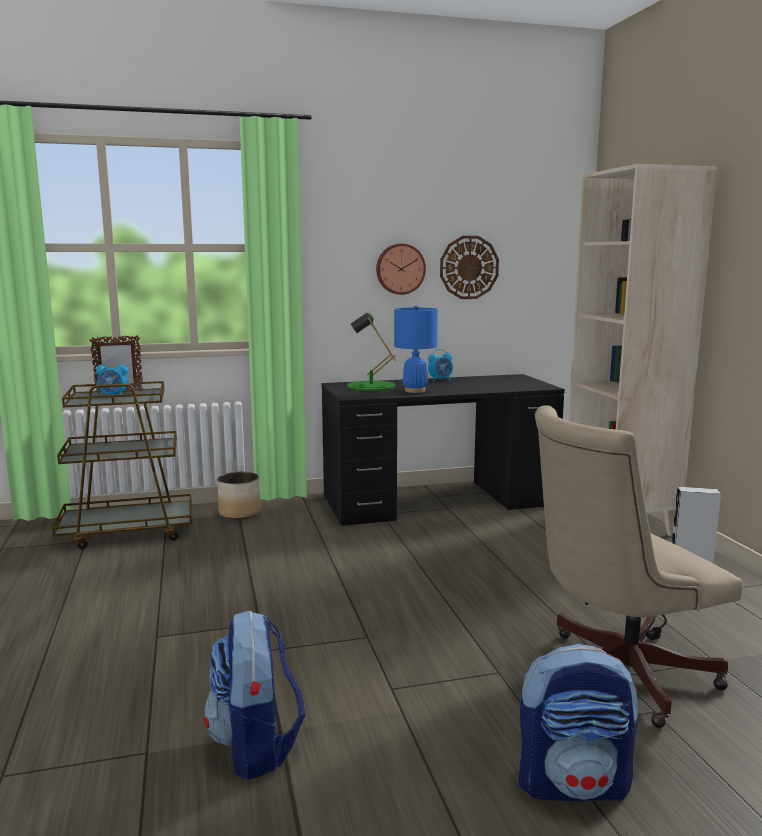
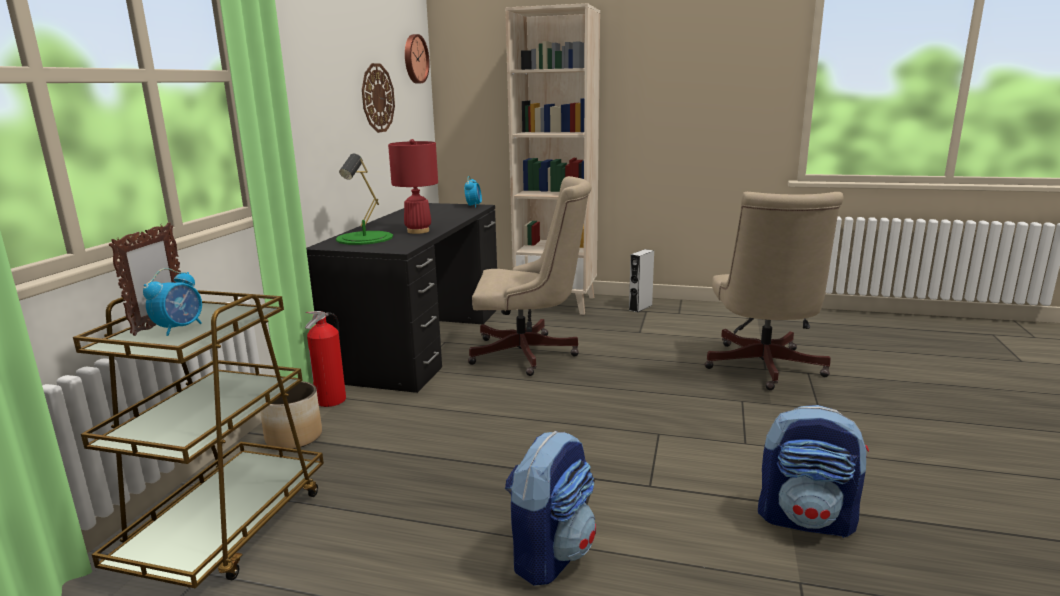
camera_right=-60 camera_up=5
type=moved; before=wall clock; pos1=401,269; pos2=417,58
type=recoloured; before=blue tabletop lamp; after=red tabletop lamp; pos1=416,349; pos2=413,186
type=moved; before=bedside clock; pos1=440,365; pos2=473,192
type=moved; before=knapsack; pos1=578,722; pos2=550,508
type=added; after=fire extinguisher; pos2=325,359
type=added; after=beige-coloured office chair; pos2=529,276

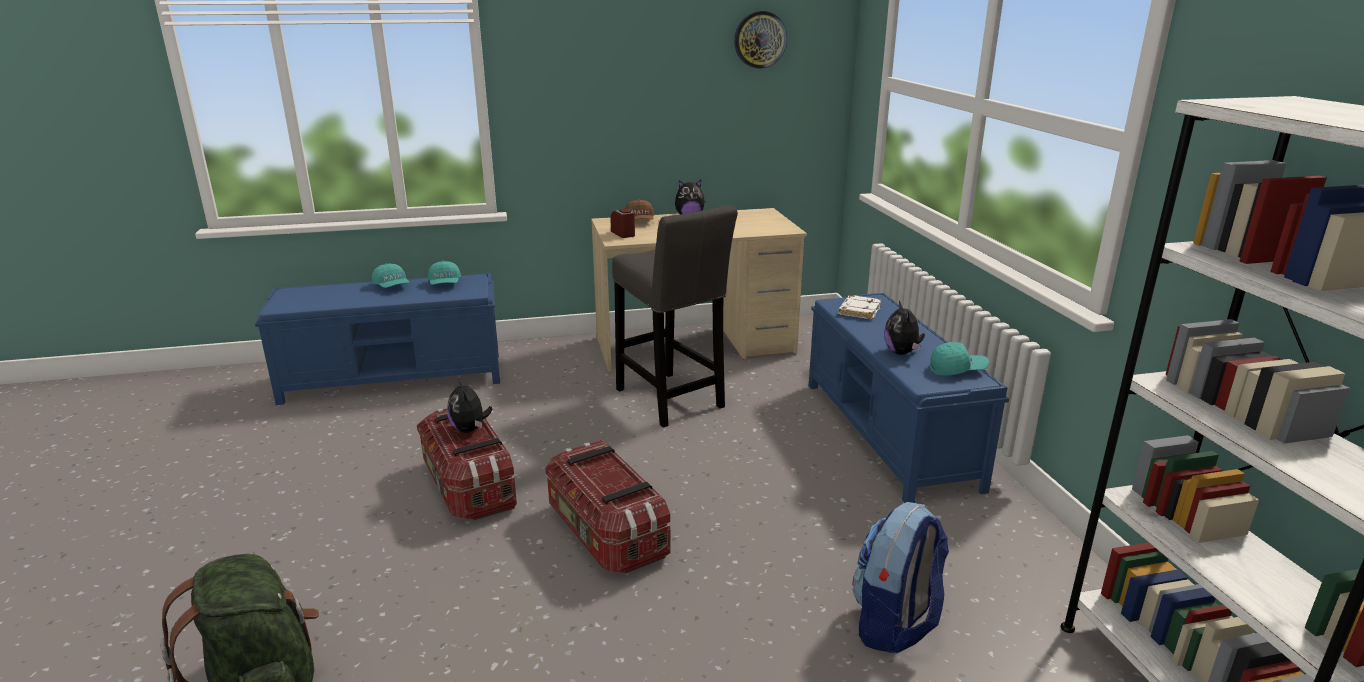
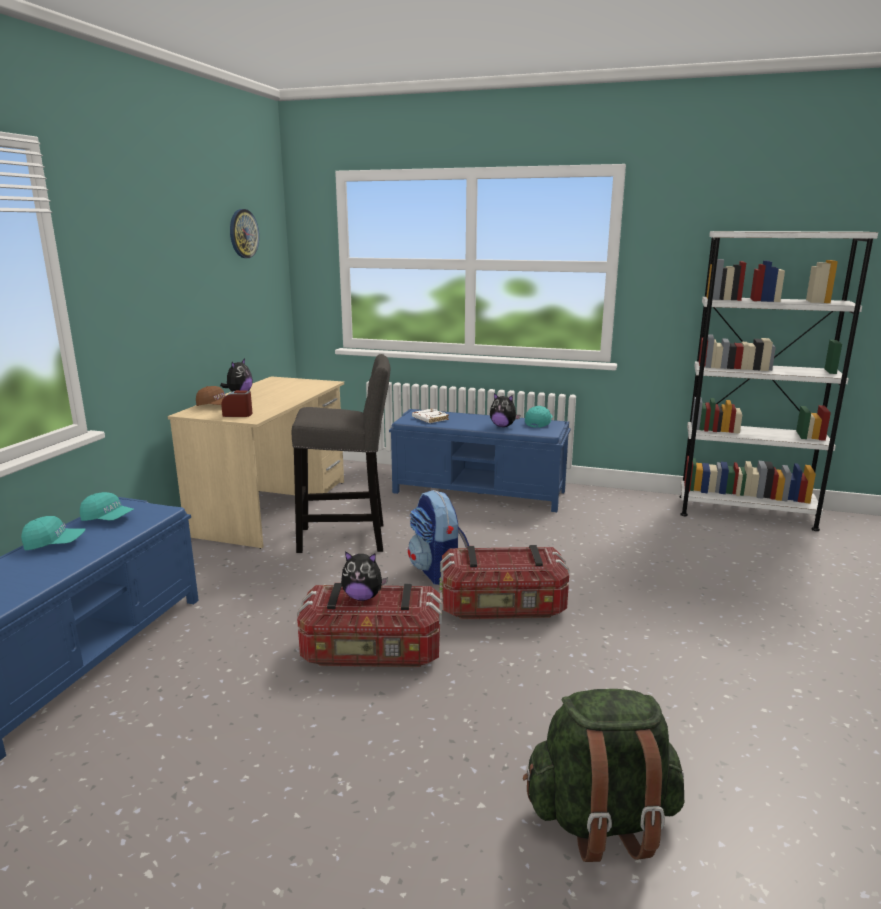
camera_right=-60 camera_up=-5
type=moved; before=knapsack; pos1=900,577; pos2=438,537

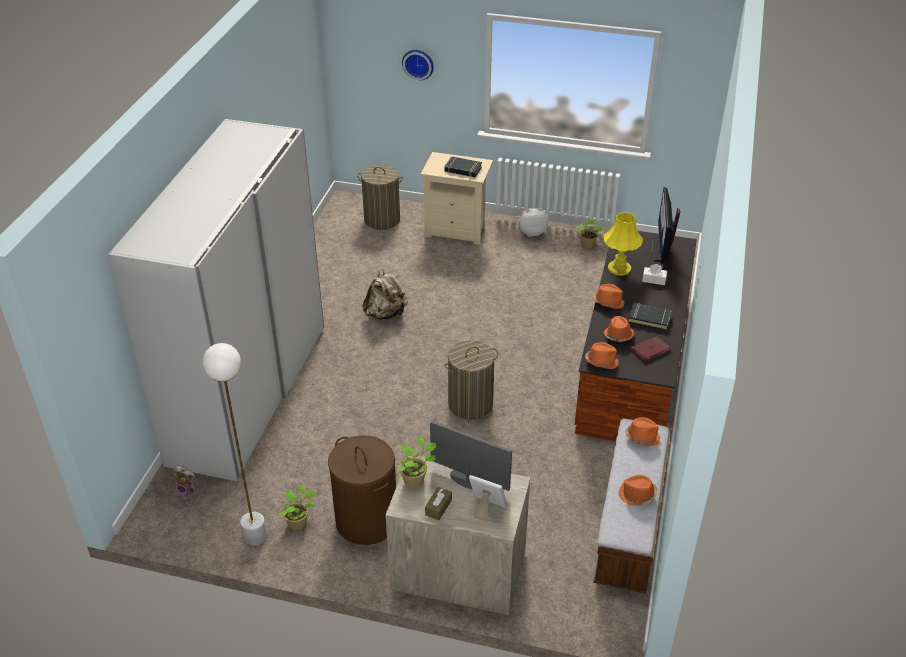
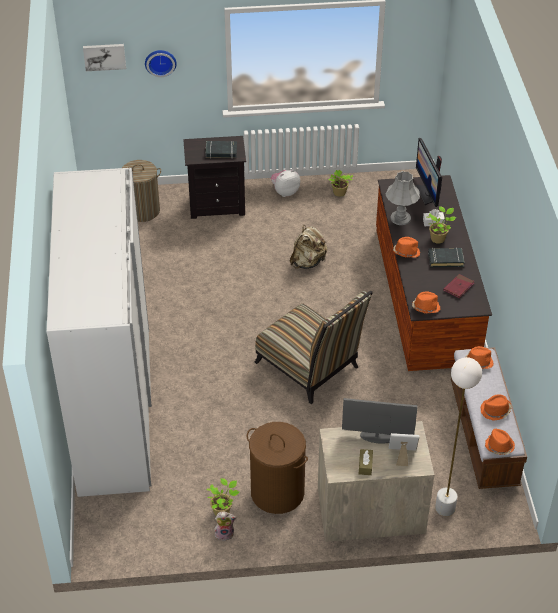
camera_right=-20 camera_up=5
type=moved; before=plush toy; pos1=184,482; pos2=226,526
type=moved; before=white-coloured standard lamp; pos1=234,444; pos2=458,436
type=moved; before=beige-coloured knapsack; pos1=385,294; pos2=308,247
type=moved; before=plant in a pot; pos1=416,462; pos2=441,225
type=recoloured; before=beige-coloured nightstand; after=blackish nightstand; pos1=457,198; pos2=214,177
type=replaced; before=washing basket; after=chair; pos1=471,379; pos2=314,347
type=recoloured; before=yellowish tabletop lamp; after=gray tabletop lamp; pos1=623,244; pos2=402,198
type=moved; before=orangey hat; pos1=619,329; pos2=500,442
type=added; after=wall art; pos2=104,57

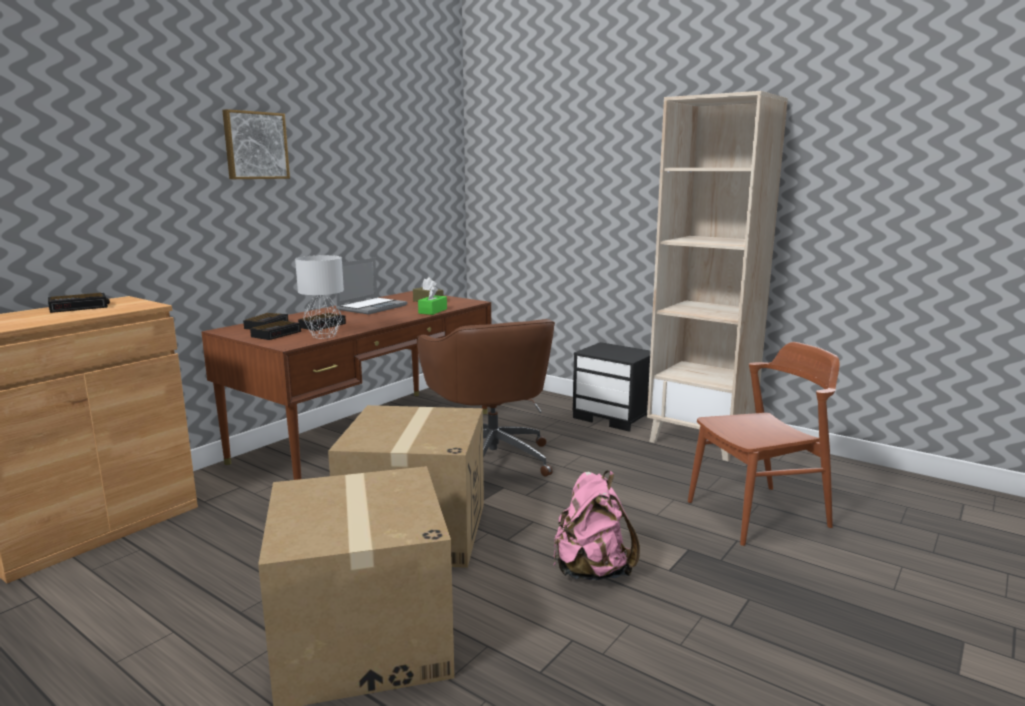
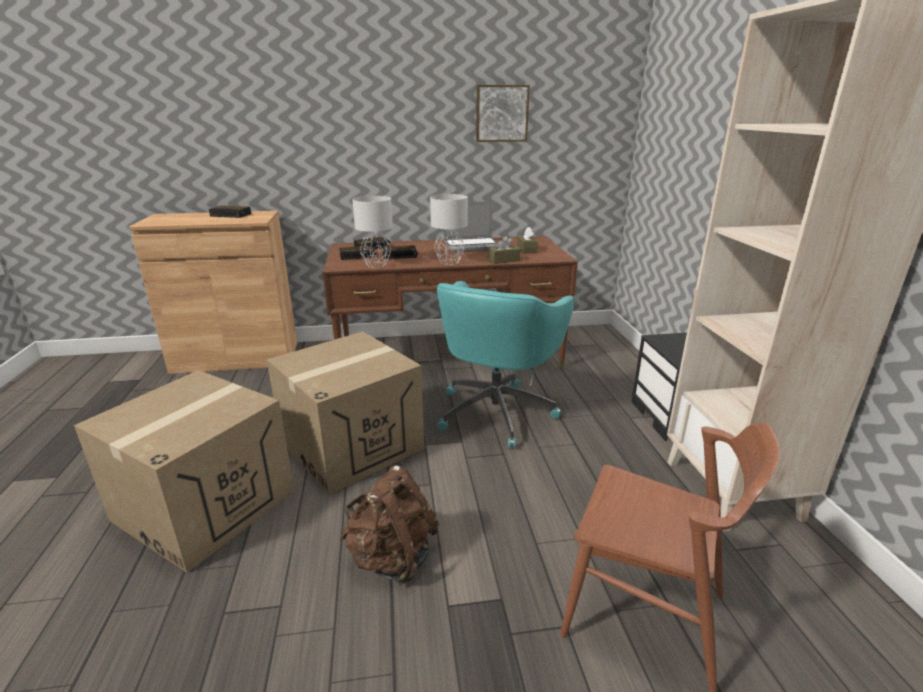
camera_right=45 camera_up=10
type=moved; before=wall art; pos1=256,144; pos2=503,113
type=recoloured; before=brown-coloured office chair; after=turquoise office chair; pos1=486,398; pos2=505,365
type=recoloured; before=greenish box of tissues; after=brown-coloured box of tissues; pos1=432,300; pos2=504,250
type=recoloured; before=pink knapsack; after=brown-coloured knapsack; pos1=597,525; pos2=389,525
type=added; after=gray tabletop lamp; pos2=449,229

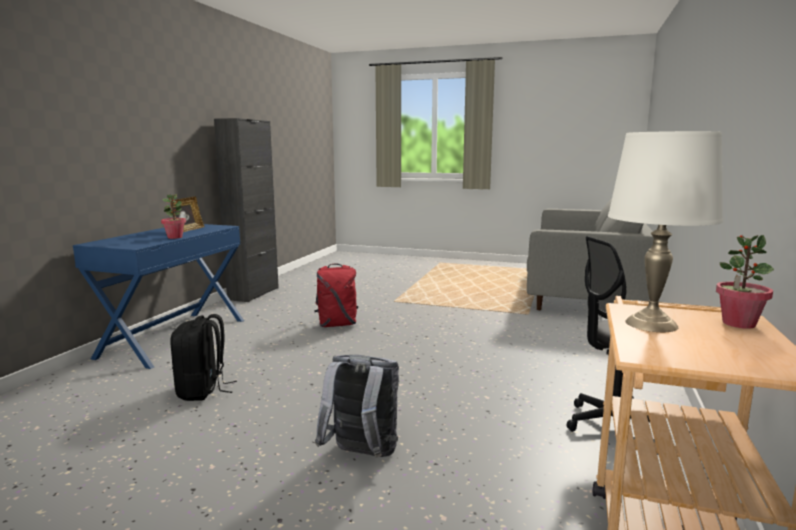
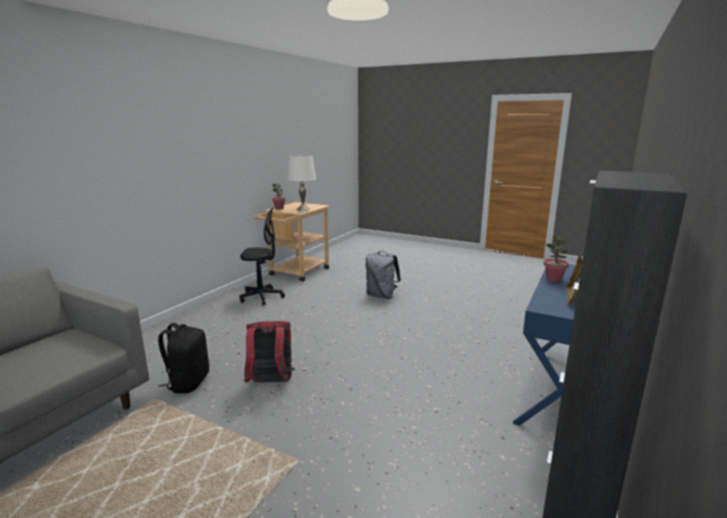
camera_right=-170 camera_up=5
type=moved; before=blackish knapsack; pos1=203,357; pos2=183,358
type=moved; before=red knapsack; pos1=337,295; pos2=269,352

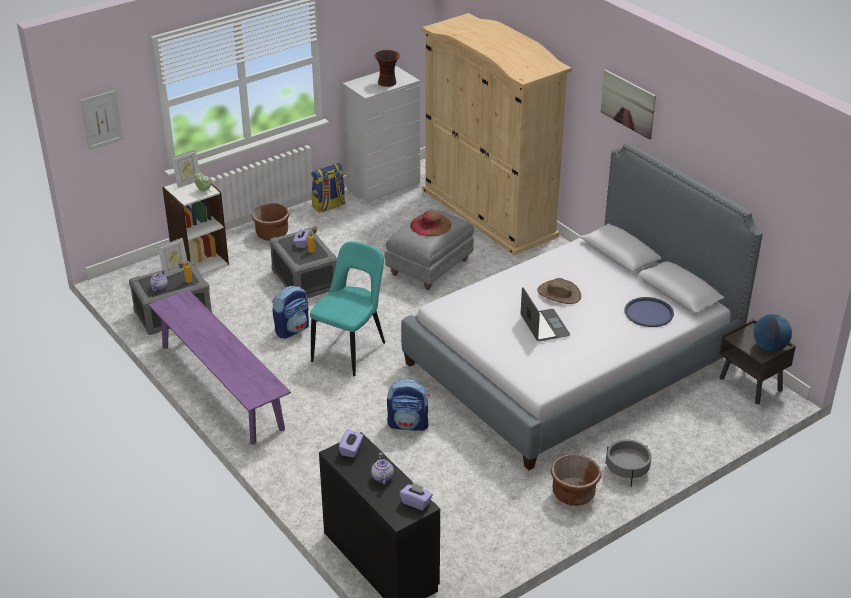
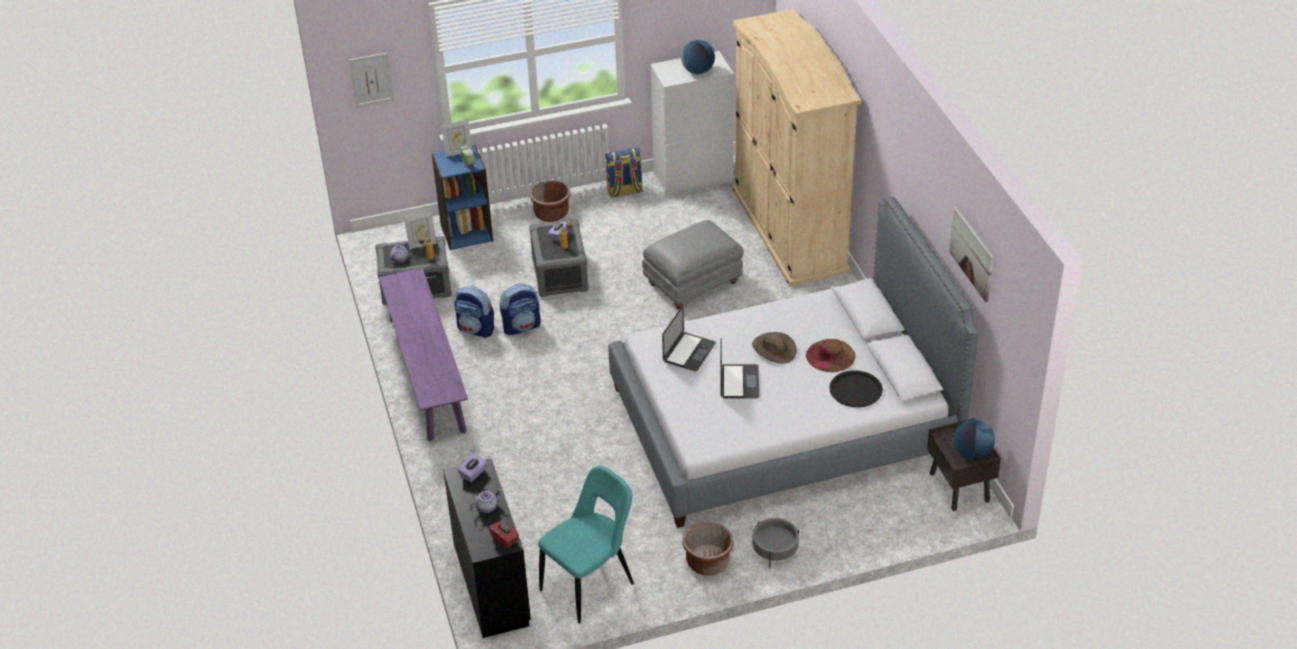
camera_right=20 camera_up=5
type=recoloured; before=white-coloured bookcase; after=blue bookcase; pos1=195,229; pos2=462,197
type=moved; before=turquoise chair; pos1=347,308; pos2=586,544
type=turned; before=teapot; pos1=382,469; pos2=486,501; turn=45
type=replaced; before=decorative vase; after=globe; pos1=387,68; pos2=698,57
type=moved; before=knapsack; pos1=408,405; pos2=474,312
type=recoloured; before=purplish box of tissues; after=red box of tissues; pos1=416,497; pos2=503,534
type=moved; before=brown-coloured hat; pos1=430,223; pos2=830,355
type=moved; before=wall art; pos1=628,105; pos2=971,254
type=recoloured; before=blue tray; after=blackish tray; pos1=649,312; pos2=856,388
type=added; after=laptop; pos2=689,338

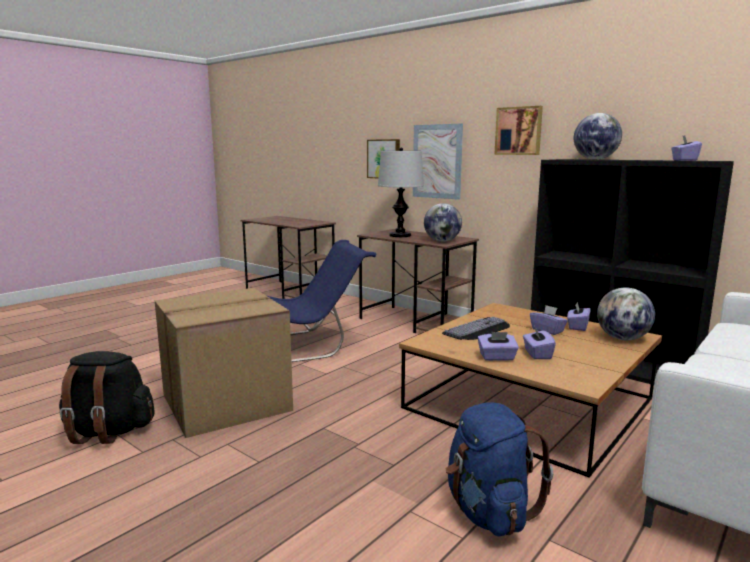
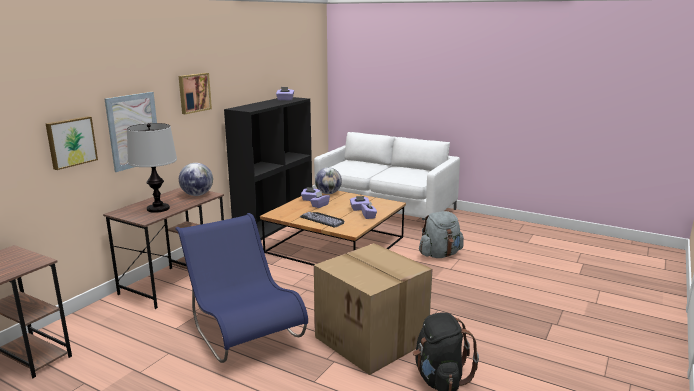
camera_right=-100 camera_up=5
type=recoloured; before=blue knapsack; after=gray knapsack; pos1=499,470; pos2=441,234
type=removed; before=globe; pos1=598,136

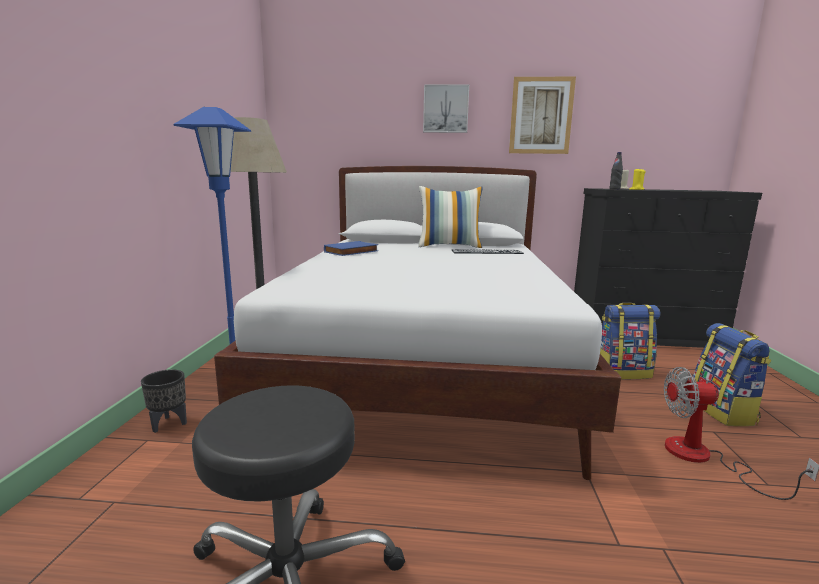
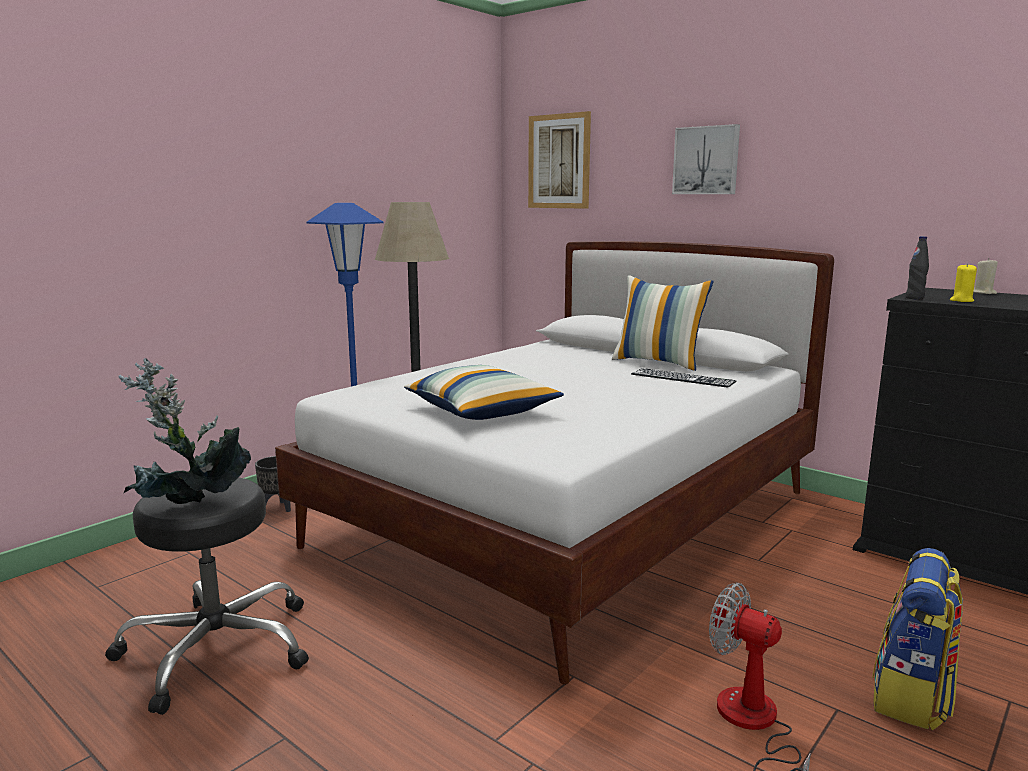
camera_right=35 camera_up=0
type=removed; before=blue bound book; pos1=351,248
type=moved; before=wall art; pos1=542,115; pos2=559,160
type=removed; before=knapsack; pos1=630,341
type=added; after=plant in a pot; pos2=185,431
type=added; after=pillow; pos2=484,392

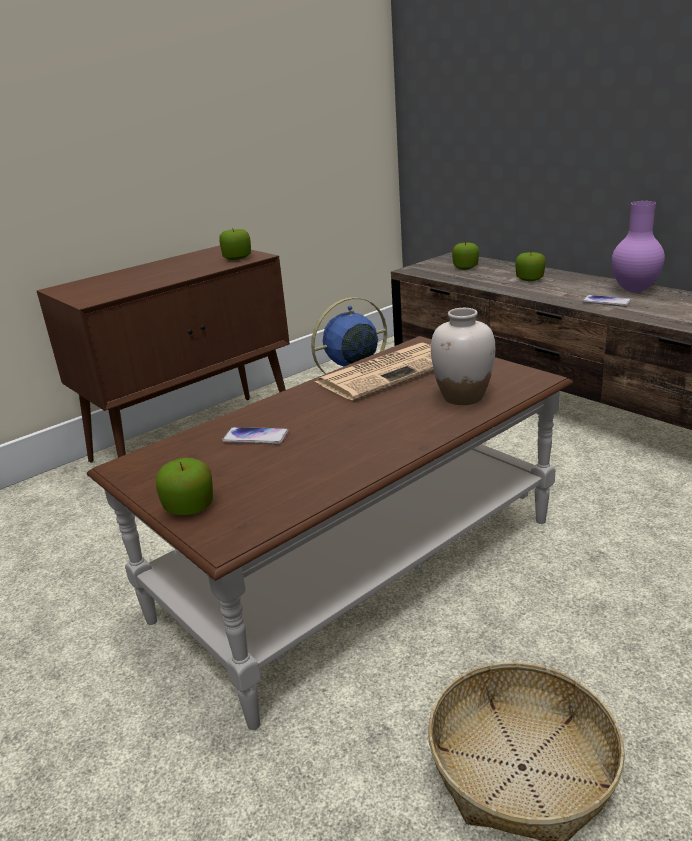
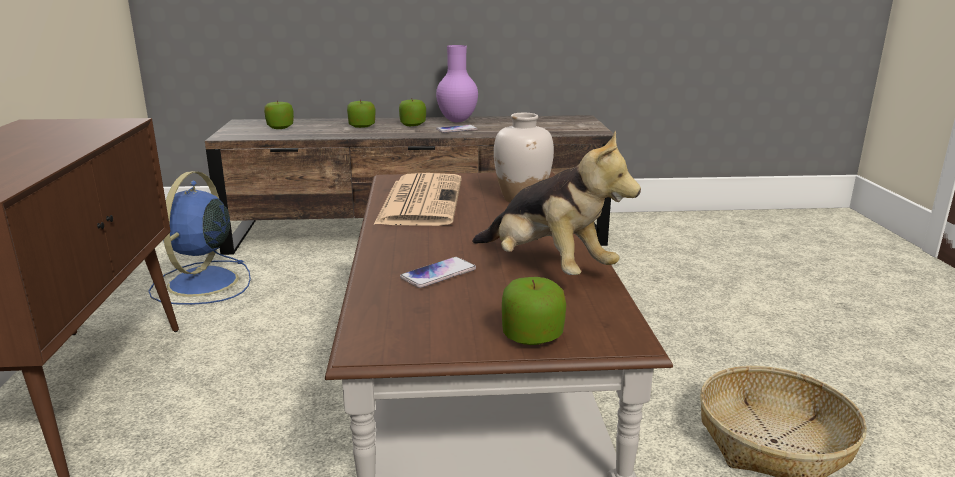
camera_right=-55 camera_up=-5
type=moved; before=apple fruit; pos1=235,244; pos2=412,112
type=added; after=plush toy; pos2=556,203

